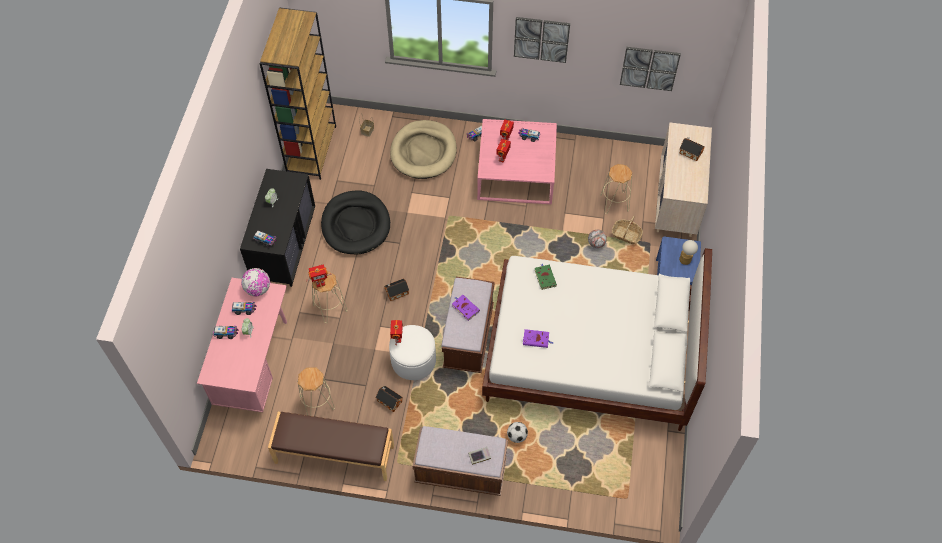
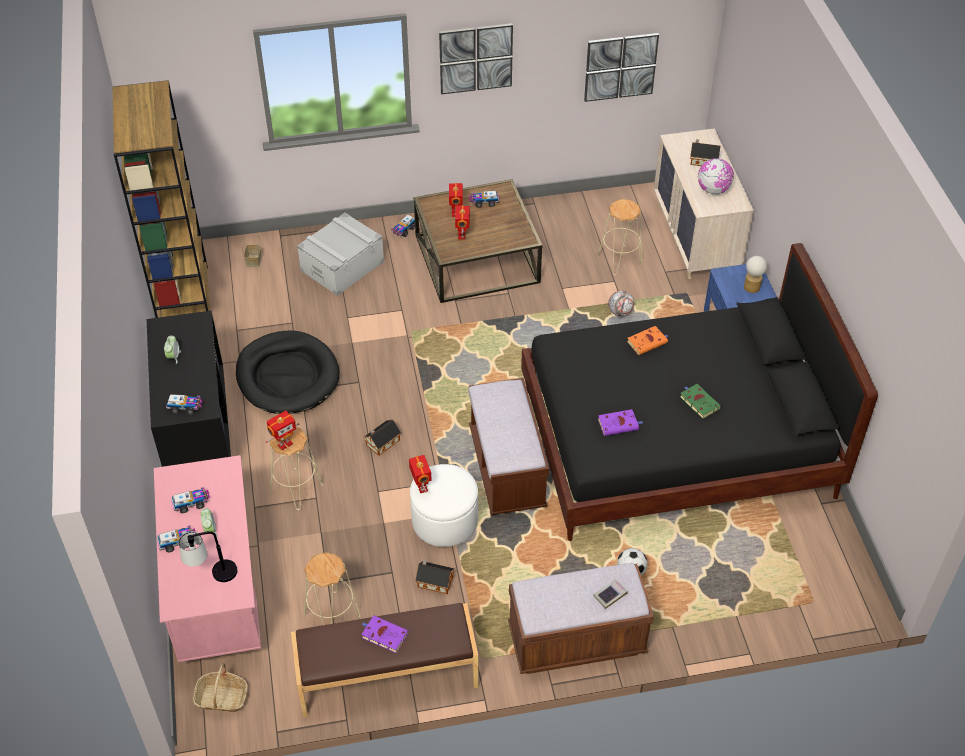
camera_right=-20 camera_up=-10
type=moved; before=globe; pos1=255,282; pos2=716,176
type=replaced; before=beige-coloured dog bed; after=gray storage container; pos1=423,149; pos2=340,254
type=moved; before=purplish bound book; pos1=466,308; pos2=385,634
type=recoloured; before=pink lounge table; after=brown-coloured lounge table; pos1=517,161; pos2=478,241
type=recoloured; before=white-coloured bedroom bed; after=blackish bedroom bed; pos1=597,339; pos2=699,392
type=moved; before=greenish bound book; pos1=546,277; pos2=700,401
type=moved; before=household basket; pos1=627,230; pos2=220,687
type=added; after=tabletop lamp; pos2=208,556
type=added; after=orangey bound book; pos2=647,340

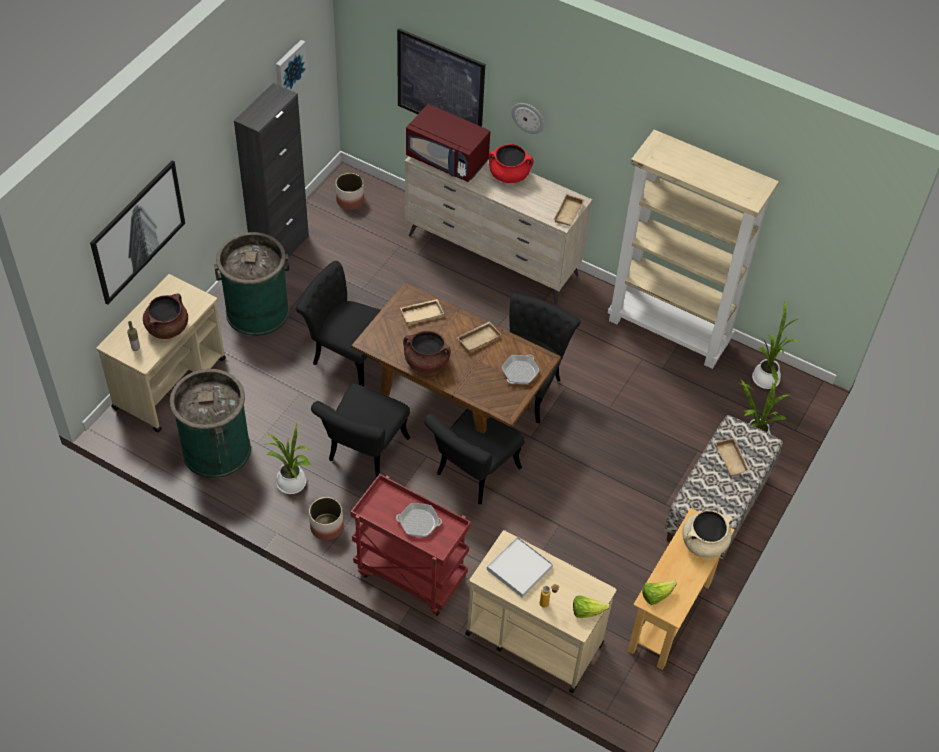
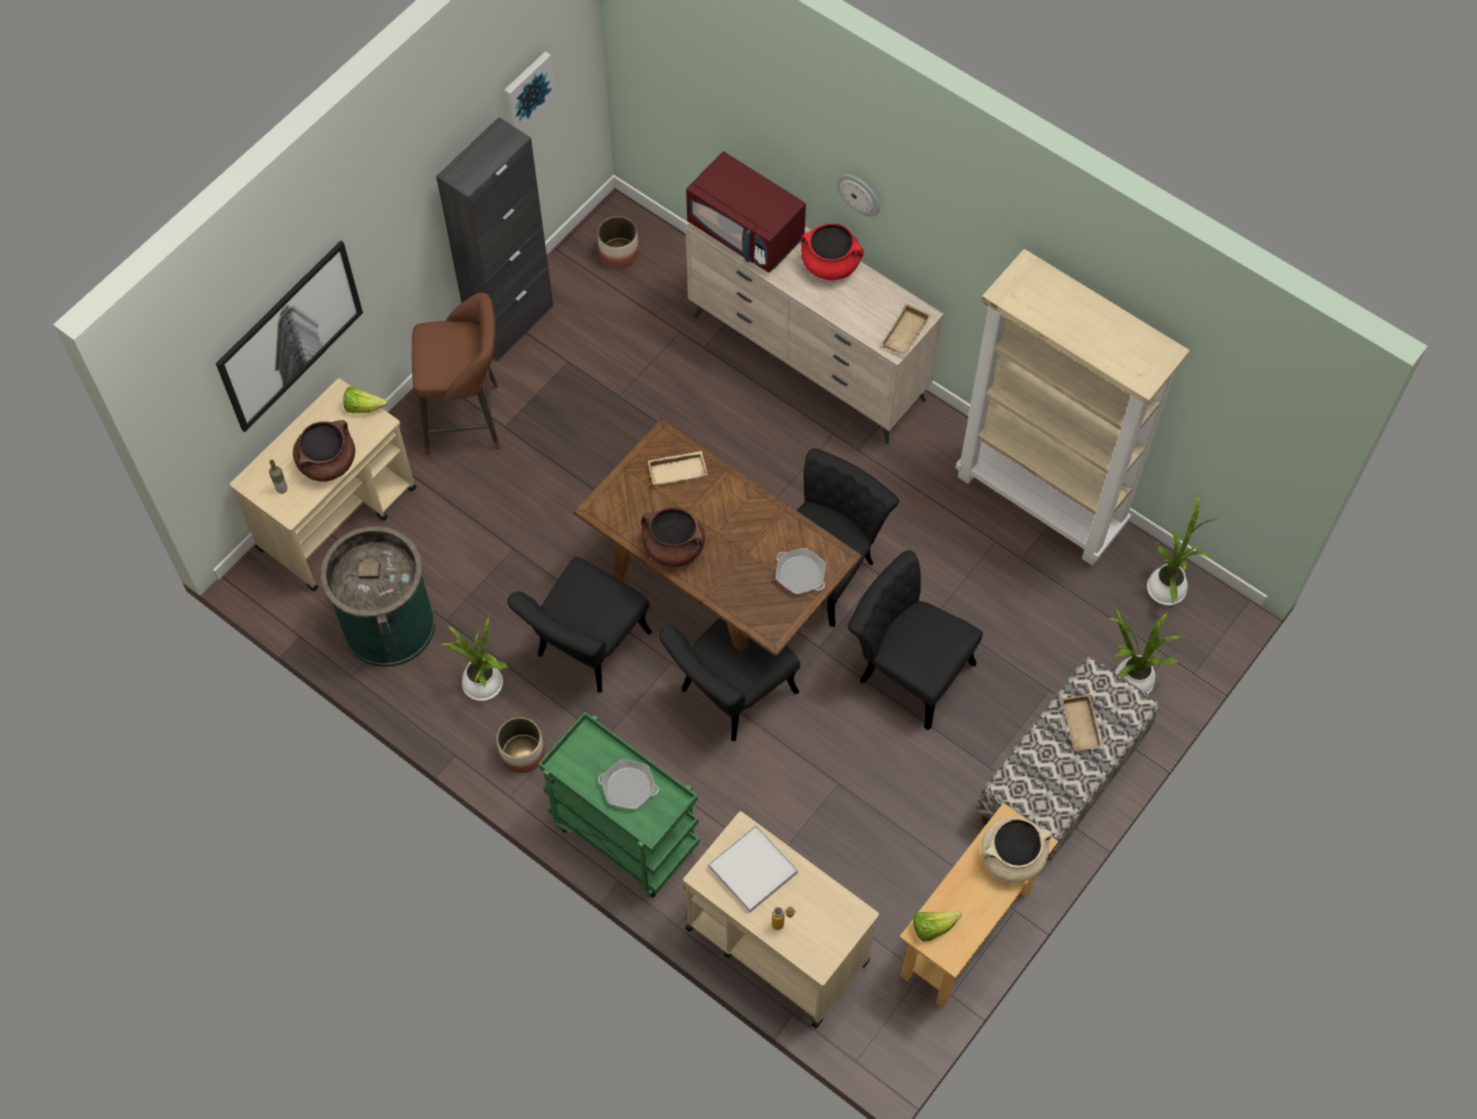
camera_right=10 camera_up=10
type=replaced; before=greenish waste bin; after=brown-coloured stool seat; pos1=252,284; pos2=456,374
type=moved; before=blackish chair; pos1=338,323; pos2=915,640
type=recoloured; before=red trolley; after=greenish trolley; pos1=411,545; pos2=619,805
type=removed; before=wall art; pos1=441,77
type=removed; before=beige-coloured tray; pos1=479,336
type=turned; before=skillet; pos1=520,369; pos2=800,571; turn=90
type=moved; before=lettuce; pos1=591,606; pos2=365,399

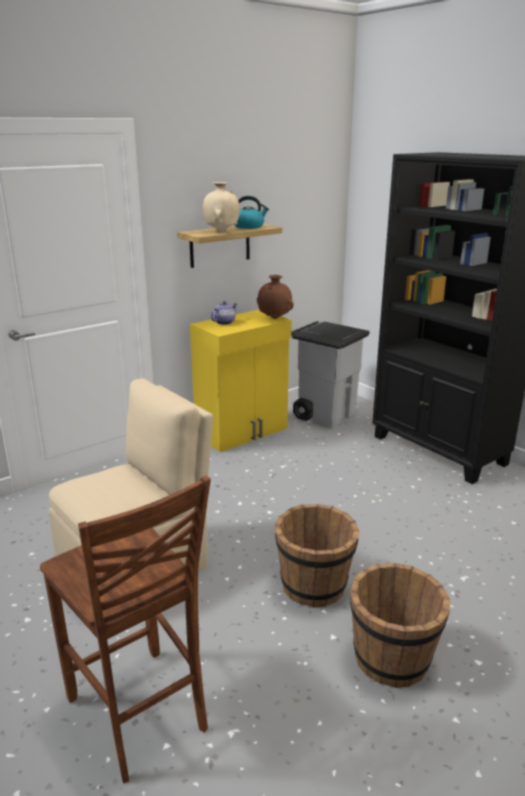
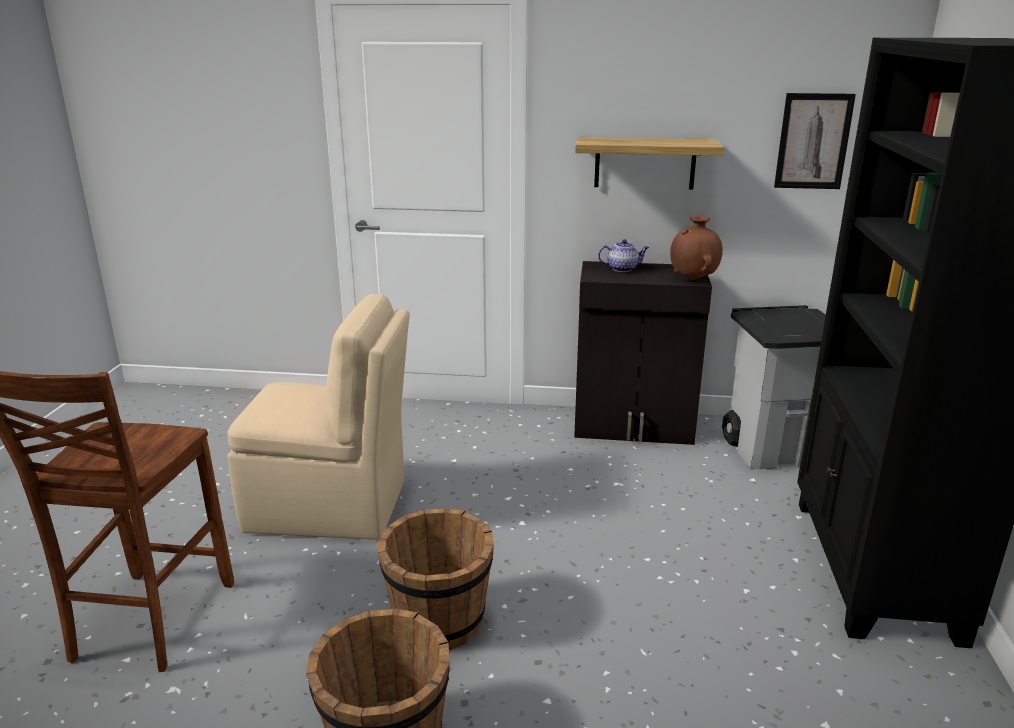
camera_right=45 camera_up=0
type=recoloured; before=yellowish cabinet; after=blackish cabinet; pos1=241,381; pos2=643,353
type=removed; before=beige-coloured decorative vase; pos1=221,207
type=removed; before=kettle; pos1=252,212
type=added; after=wall art; pos2=815,141

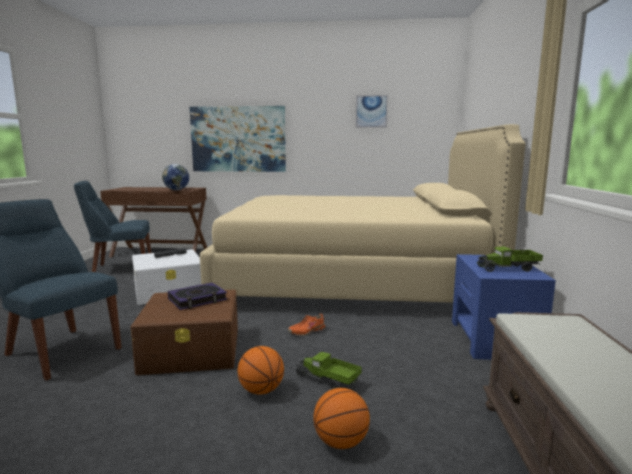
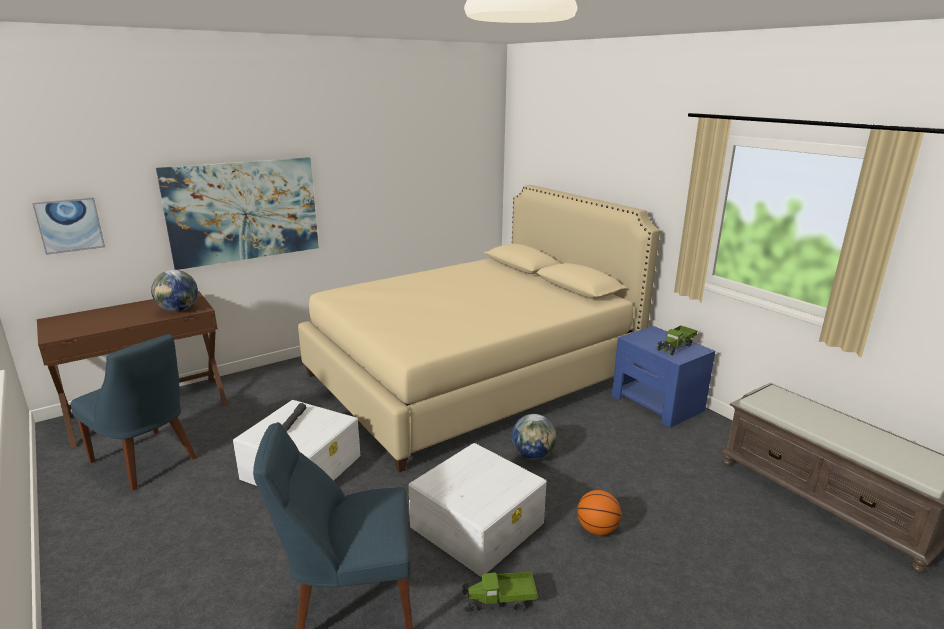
camera_right=-40 camera_up=10
type=turned; before=blue chair; pos1=112,226; pos2=134,412; turn=-90
type=recoloured; before=brown-coloured storage container; after=white-coloured storage container; pos1=184,332; pos2=477,510
type=removed; before=bound book; pos1=197,296
type=replaced; before=orangey item of footwear; after=globe; pos1=306,324; pos2=534,437
type=moved; before=toy lorry; pos1=328,371; pos2=499,592
type=removed; before=basketball ball; pos1=341,418
type=moved; before=wall art; pos1=372,111; pos2=68,226

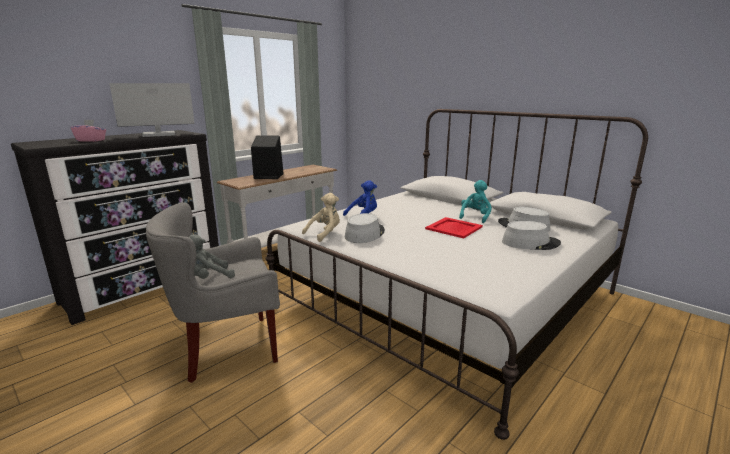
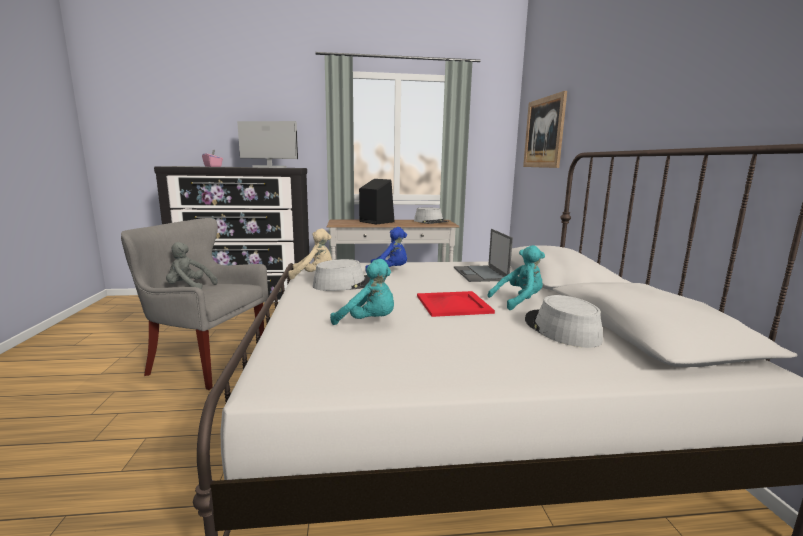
camera_right=40 camera_up=-5
type=moved; before=gray hat; pos1=531,235; pos2=431,216
type=added; after=turquoise plush toy; pos2=362,292
type=added; after=laptop; pos2=483,255
type=added; after=wall art; pos2=545,129

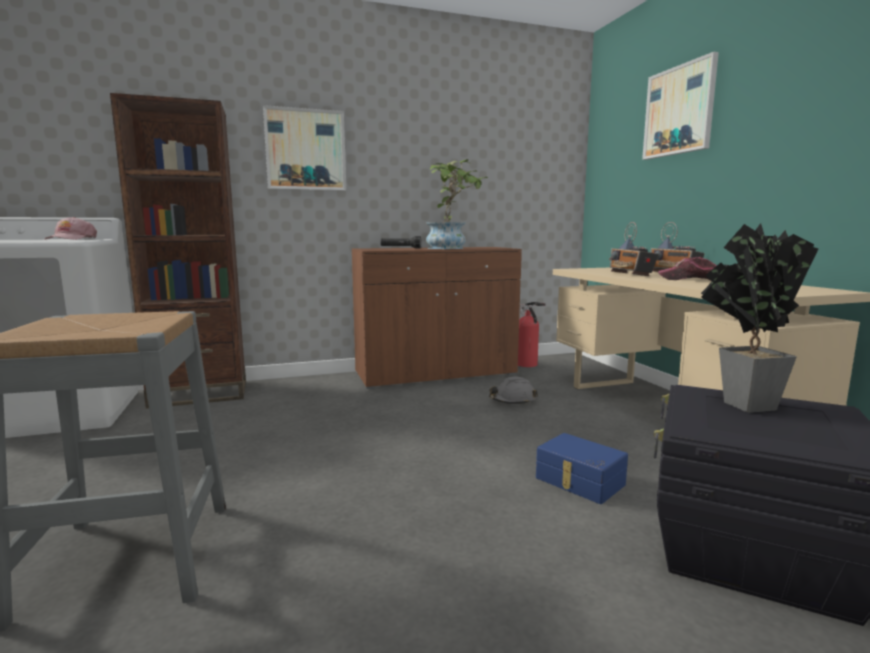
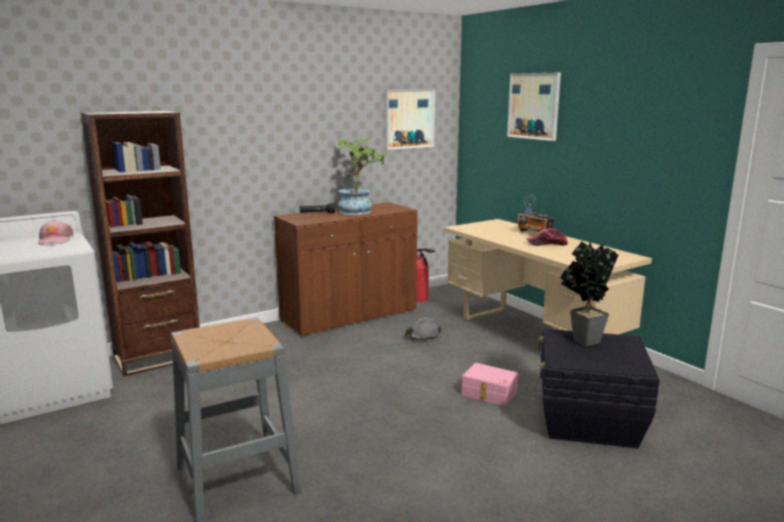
camera_right=-15 camera_up=5
type=moved; before=wall art; pos1=304,148; pos2=410,119
type=recoloured; before=blue storage container; after=pink storage container; pos1=582,468; pos2=490,385
type=removed; before=radio; pos1=634,249

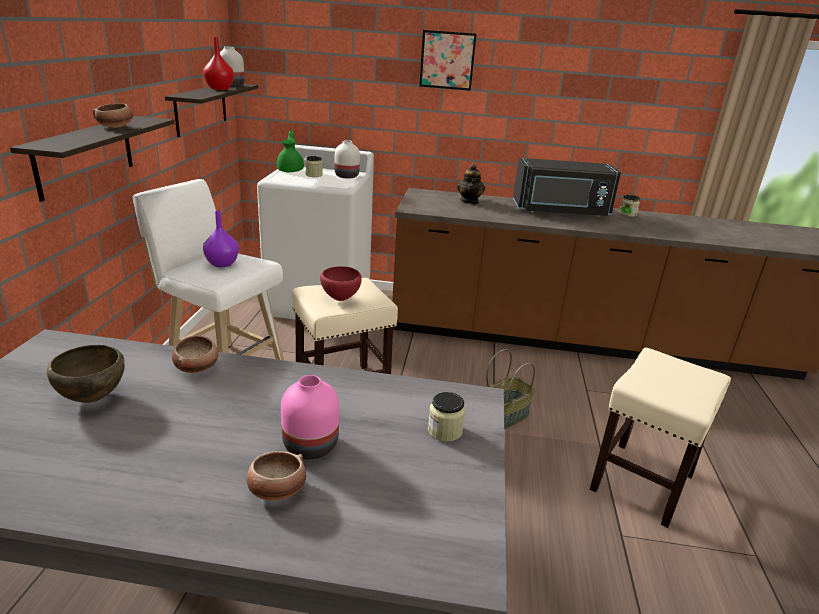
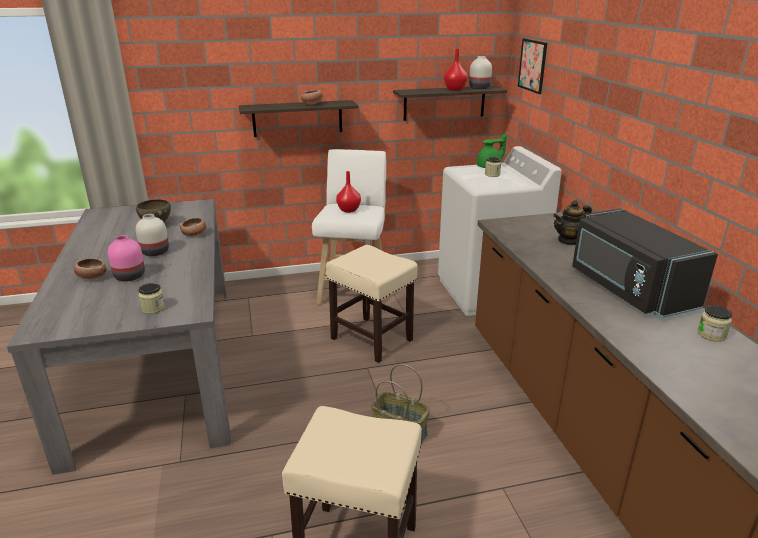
camera_right=70 camera_up=0
type=recoloured; before=purplish decorative vase; after=red decorative vase; pos1=221,238; pos2=348,192
type=removed; before=red bowl; pos1=341,283
type=moved; before=white-coloured decorative vase; pos1=347,159; pos2=152,235
type=moved; before=wall art; pos1=448,60; pos2=532,66

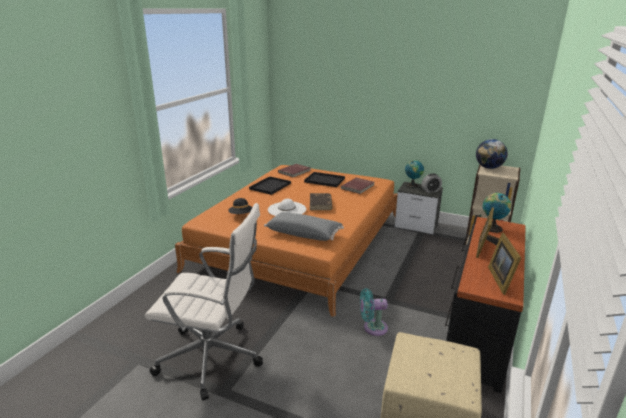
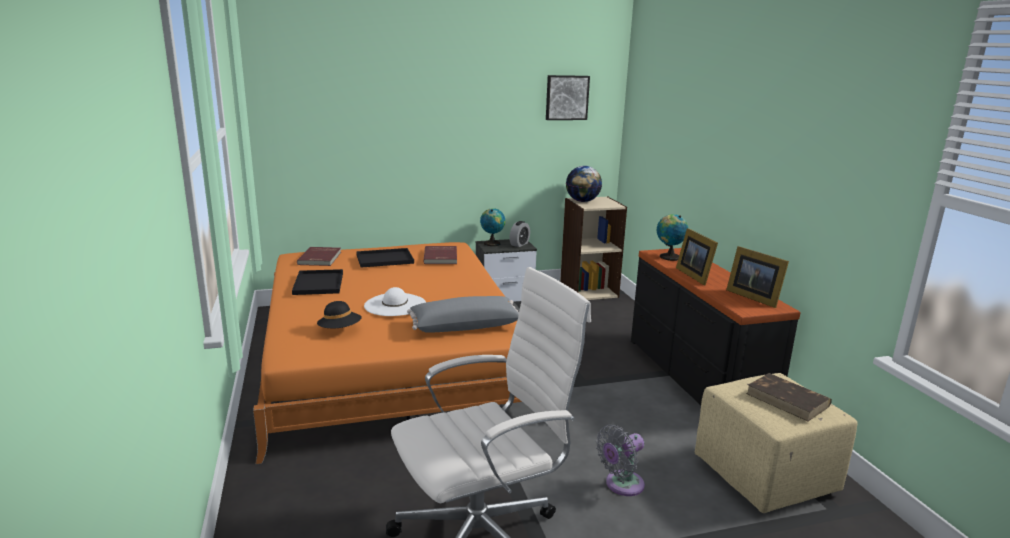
camera_right=-40 camera_up=-5
type=moved; before=brown-coloured bound book; pos1=321,201; pos2=789,397
type=removed; before=turquoise fan; pos1=374,312
type=added; after=wall art; pos2=568,97
type=added; after=gray fan; pos2=620,460

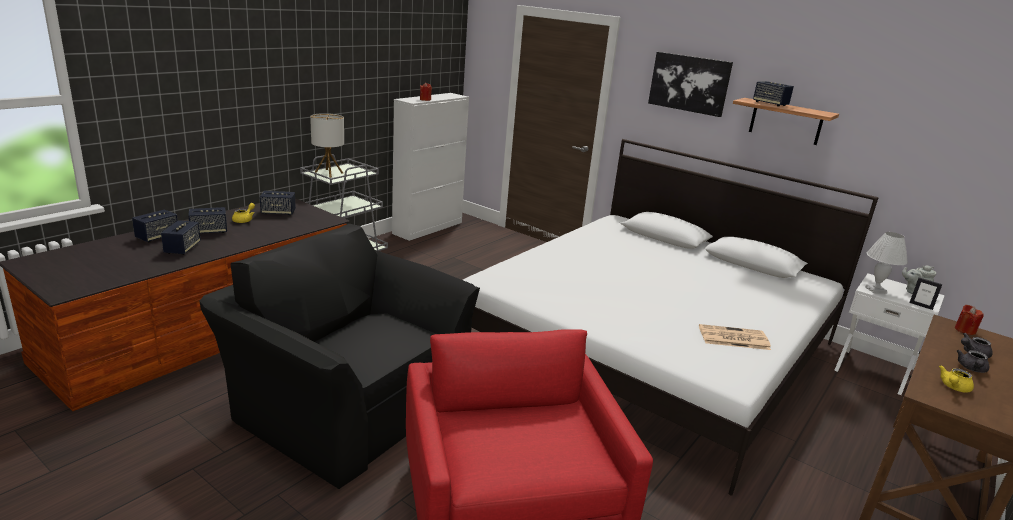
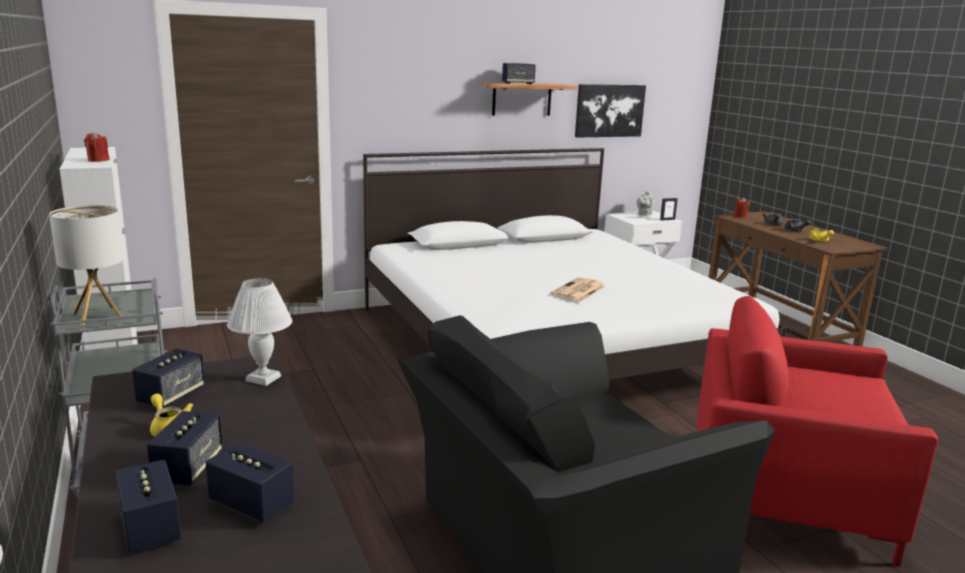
camera_right=-60 camera_up=-5
type=moved; before=wall art; pos1=690,84; pos2=610,111
type=moved; before=daily paper; pos1=735,337; pos2=578,289
type=moved; before=white-coloured tabletop lamp; pos1=886,263; pos2=259,332

